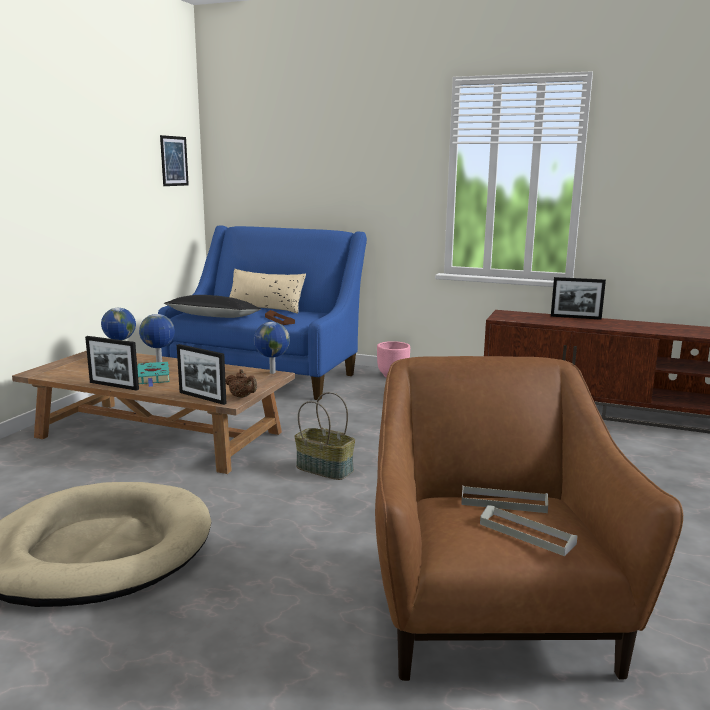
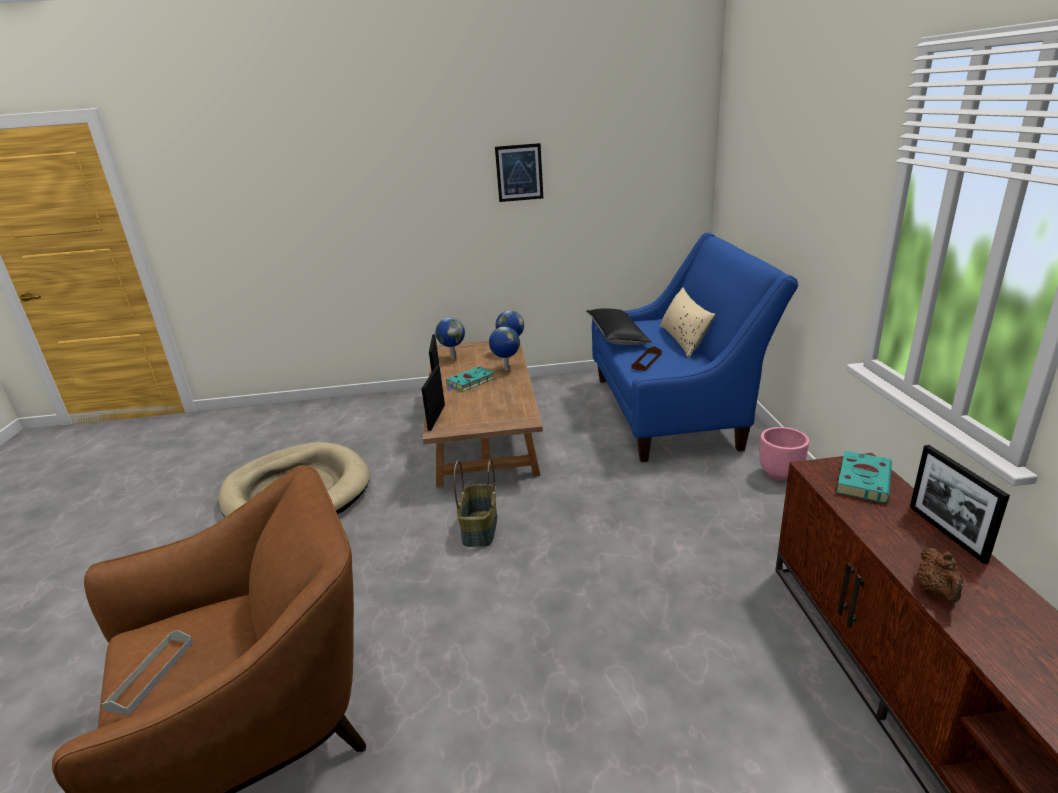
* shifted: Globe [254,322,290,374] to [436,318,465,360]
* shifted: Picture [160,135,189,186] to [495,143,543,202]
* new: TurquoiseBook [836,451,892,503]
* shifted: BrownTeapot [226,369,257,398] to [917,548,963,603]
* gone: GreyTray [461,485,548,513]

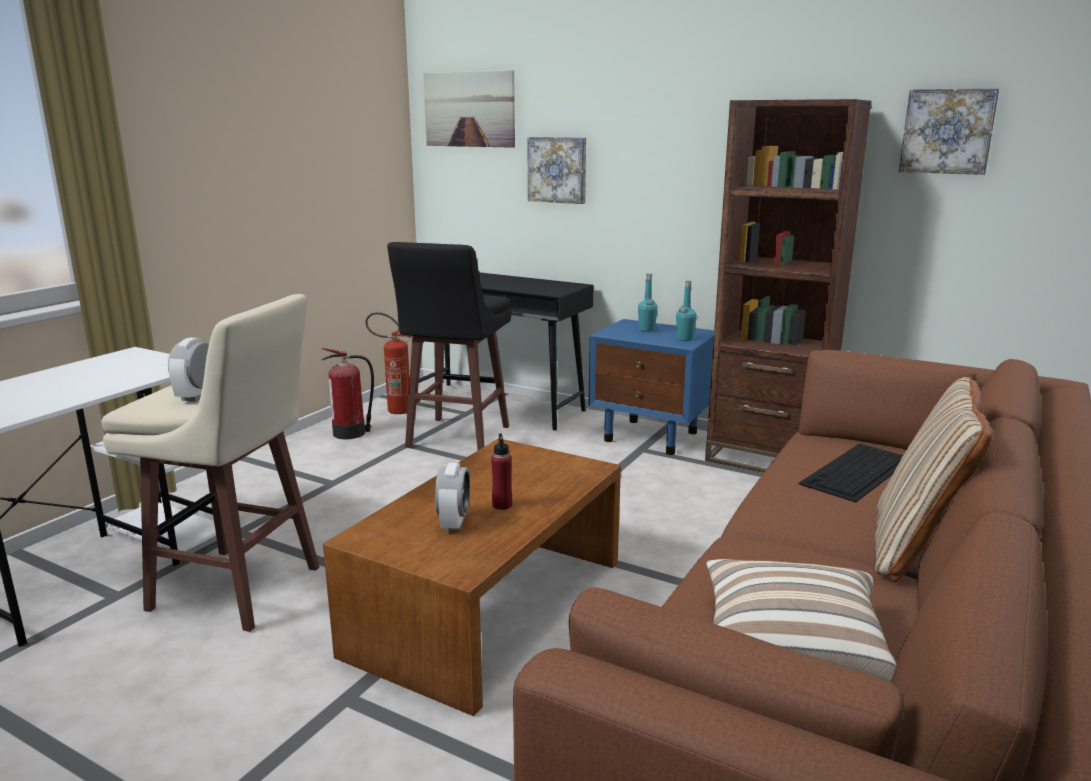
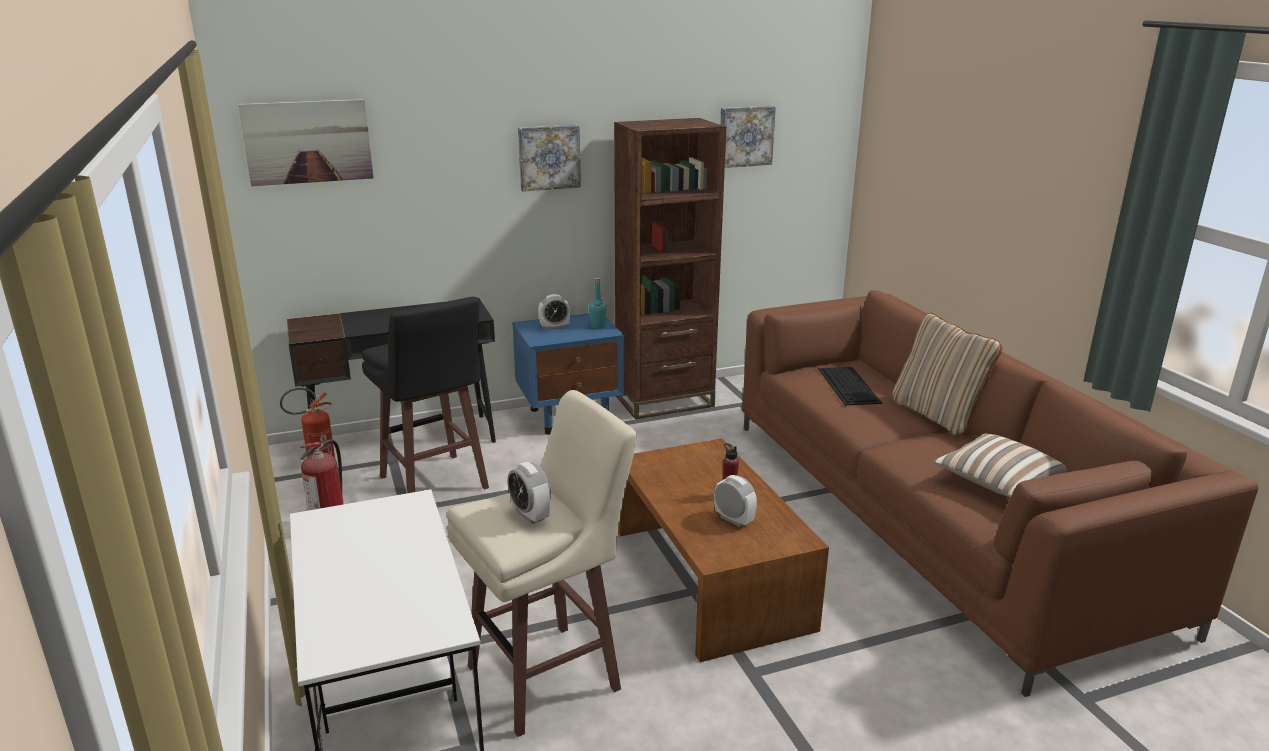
* shifted: Picture [527,137,586,204] to [518,125,581,192]
* swapped: TurquoiseBottle [638,274,658,332] to AlarmClock [538,294,570,330]

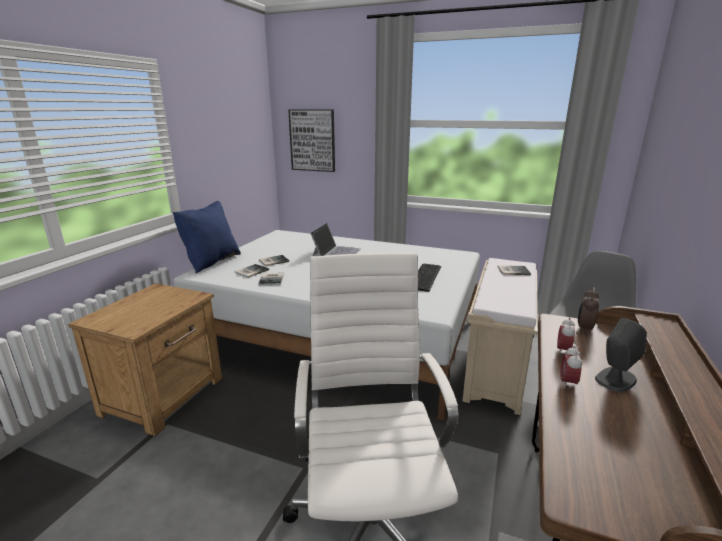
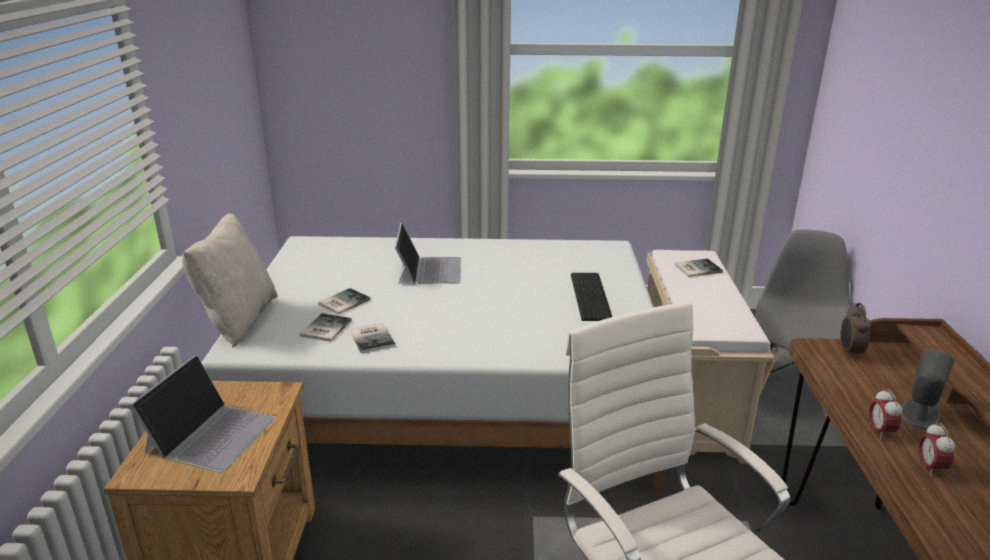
* new: Laptop [130,355,276,472]
* repainted: BluePillow [173,201,241,273] to BeigePillow [182,213,277,348]
* shifted: AlarmClock [557,317,575,355] to [918,423,955,477]
* gone: Picture [288,109,335,172]

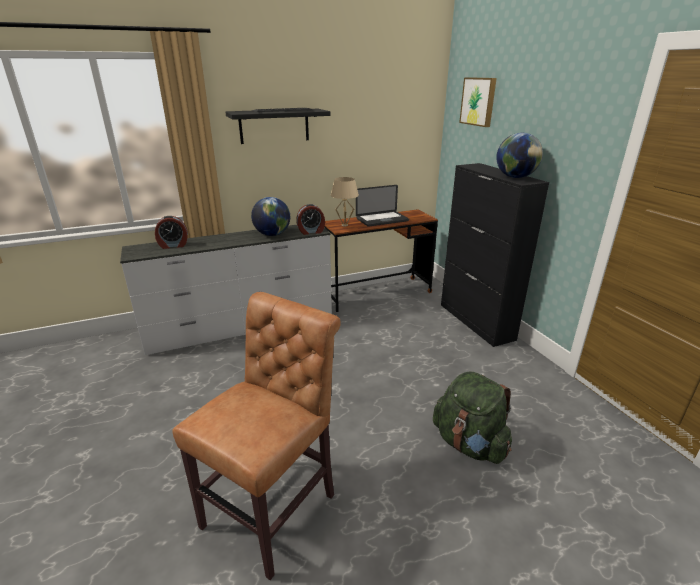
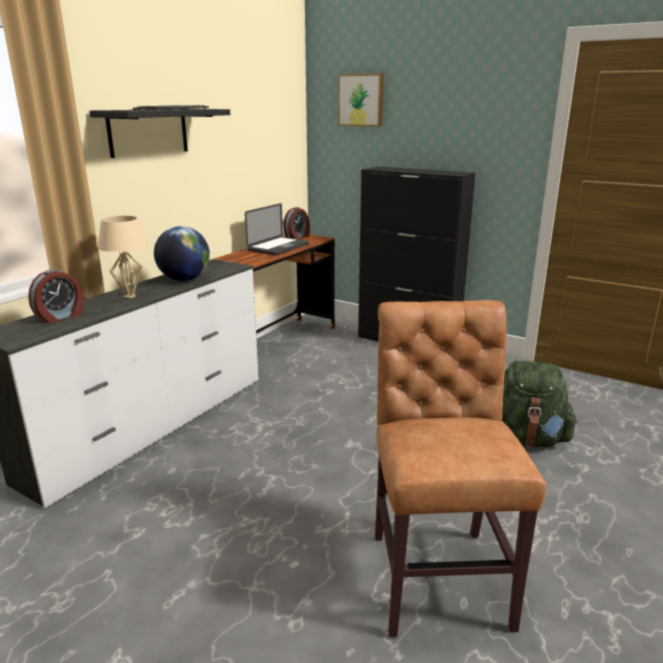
* shifted: BeigeTableLamp [331,177,359,226] to [97,216,148,298]
* shifted: AlarmClock [296,204,325,235] to [283,207,310,239]
* gone: Globe [496,133,543,178]

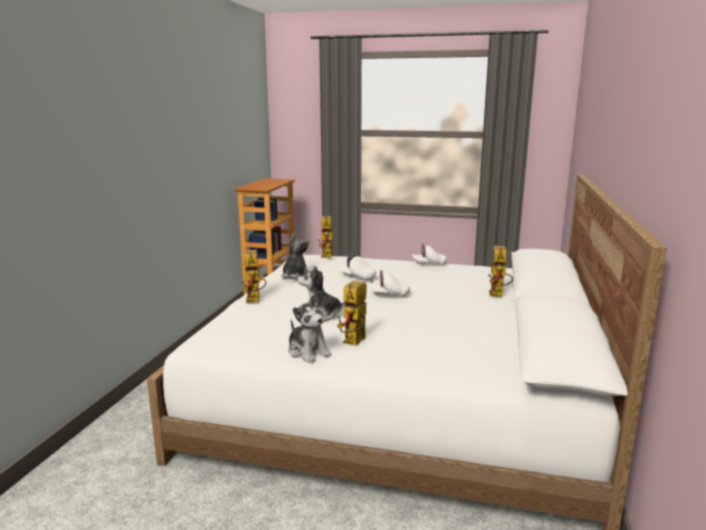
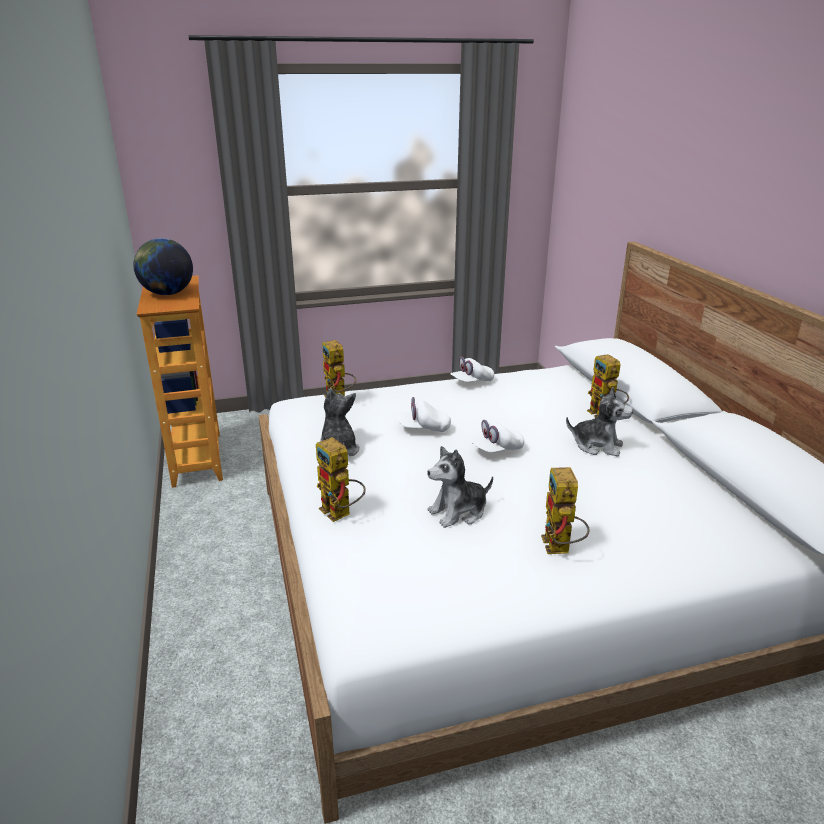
* new: Globe [133,238,193,295]
* shifted: PlushToy [288,295,331,363] to [566,387,633,457]

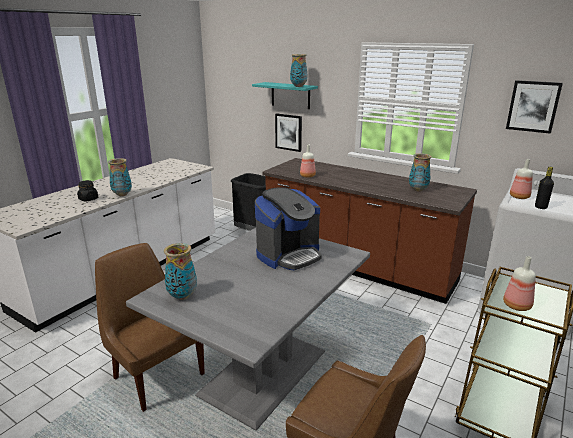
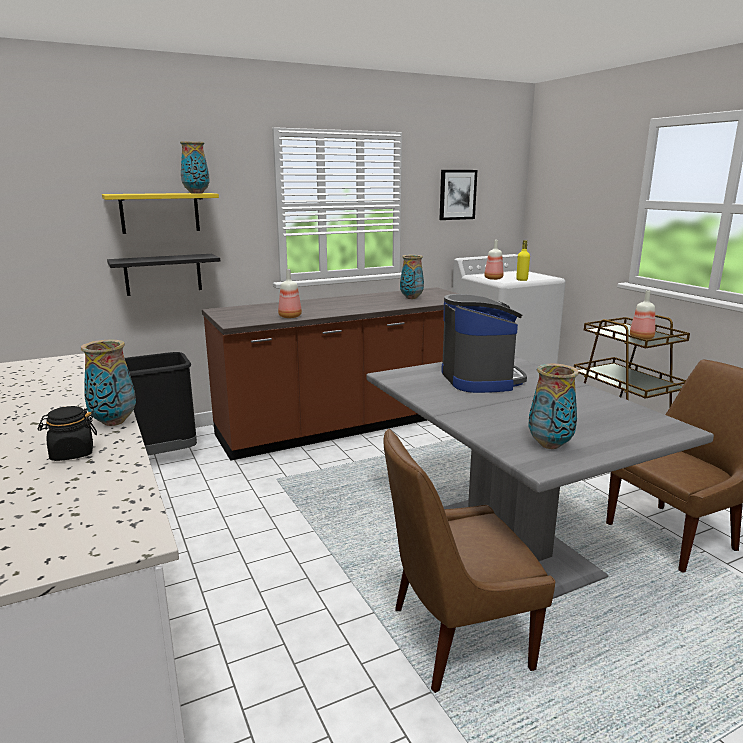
* repainted: TurquoiseShelf [252,82,318,109] to YellowShelf [102,193,219,234]
* swapped: Picture [275,113,302,152] to BlackShelf [107,254,220,296]
* repainted: BlackBottle [535,167,554,209] to YellowBottle [516,240,530,281]

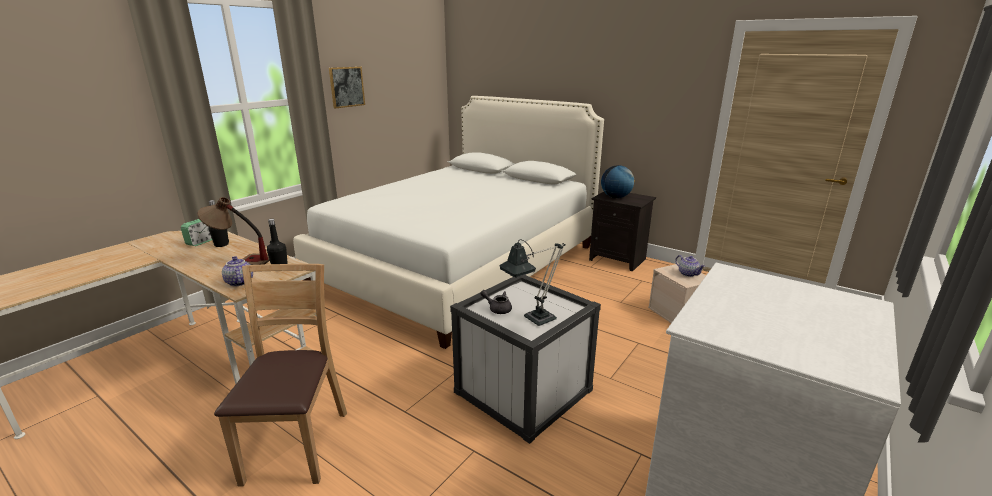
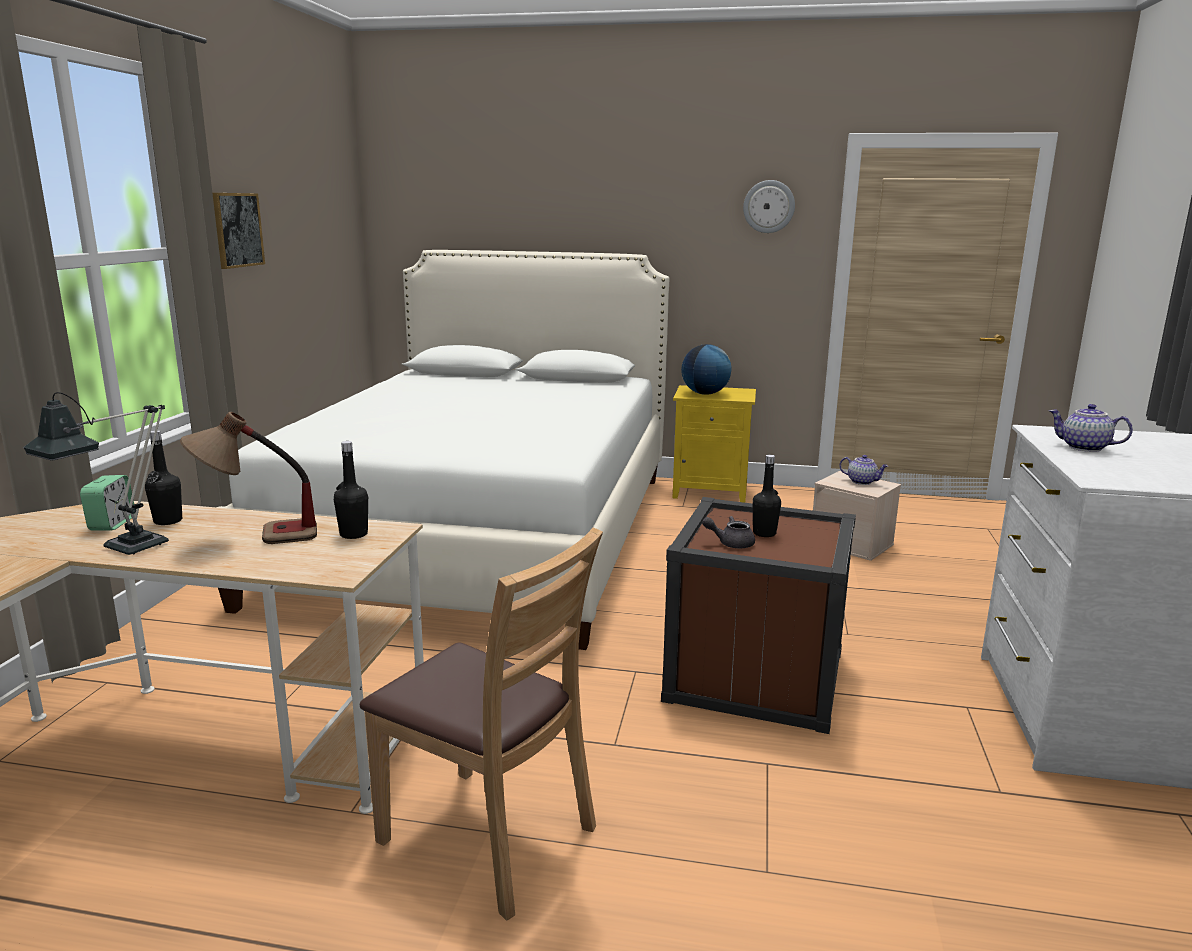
* shifted: TableLamp [499,239,565,326] to [23,392,169,555]
* rotated: BrownChair [214,264,347,487] = [360,527,603,921] 150 degrees clockwise
* repainted: WhiteStorageBox [450,275,601,444] to BrownStorageBox [661,497,856,734]
* repainted: BlackNightstand [589,192,656,272] to YellowNightstand [672,385,756,503]
* new: WallClock [743,180,795,233]
* new: BlackBottle [752,455,781,537]
* shifted: Teapot [222,256,253,287] to [1049,404,1133,452]

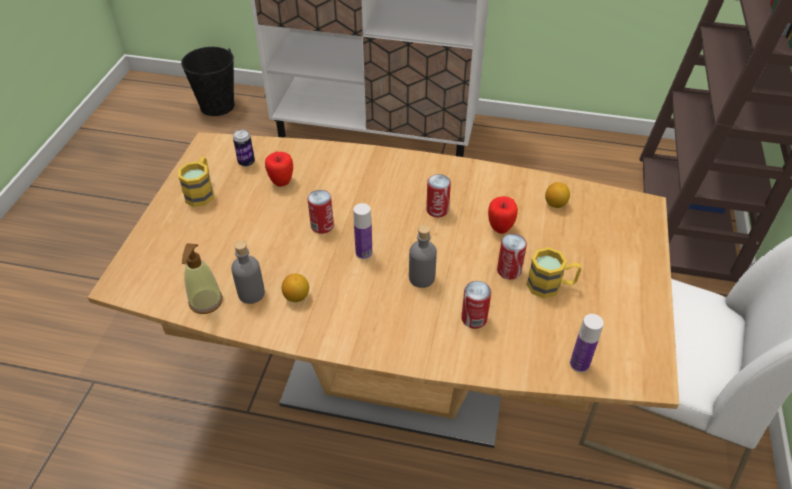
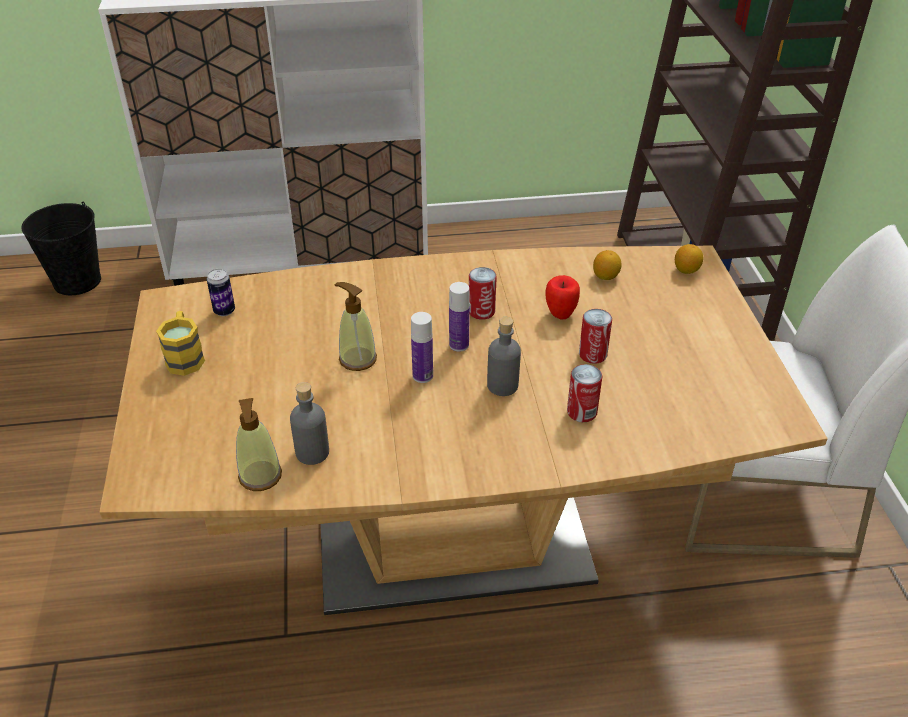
* swapped: Can [307,190,334,234] to SoapDispenser [334,282,377,371]
* shifted: Bottle [570,314,604,372] to [449,282,470,352]
* shifted: Lemon [282,274,309,302] to [675,244,703,274]
* gone: Apple [265,152,293,187]
* gone: YellowMug [526,247,581,298]

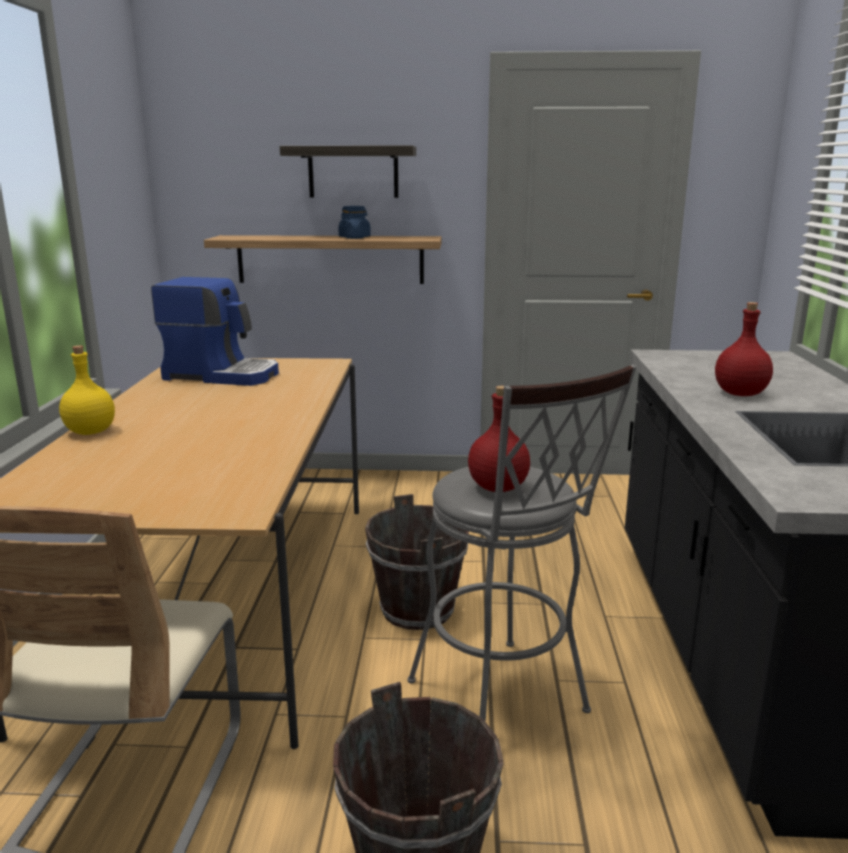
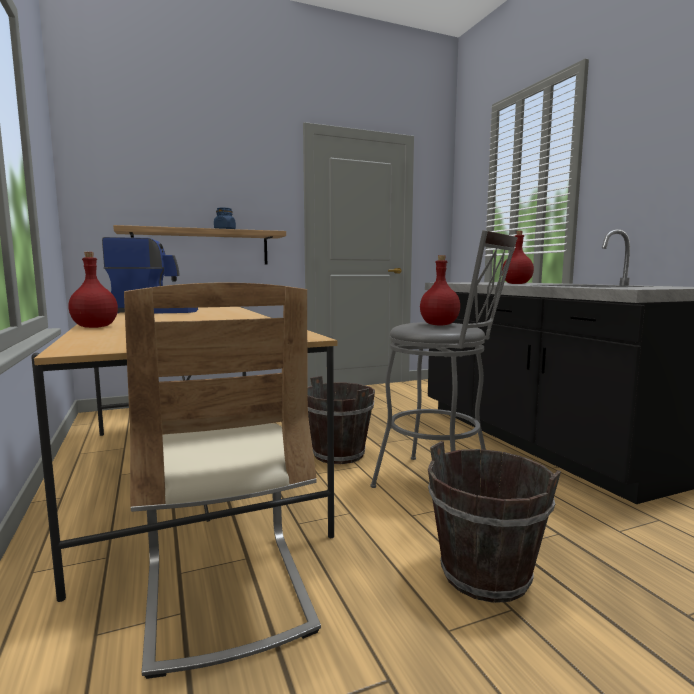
* repainted: YellowBottle [59,345,115,435] to RedBottle [68,252,118,328]
* gone: Shelf [280,146,416,198]

